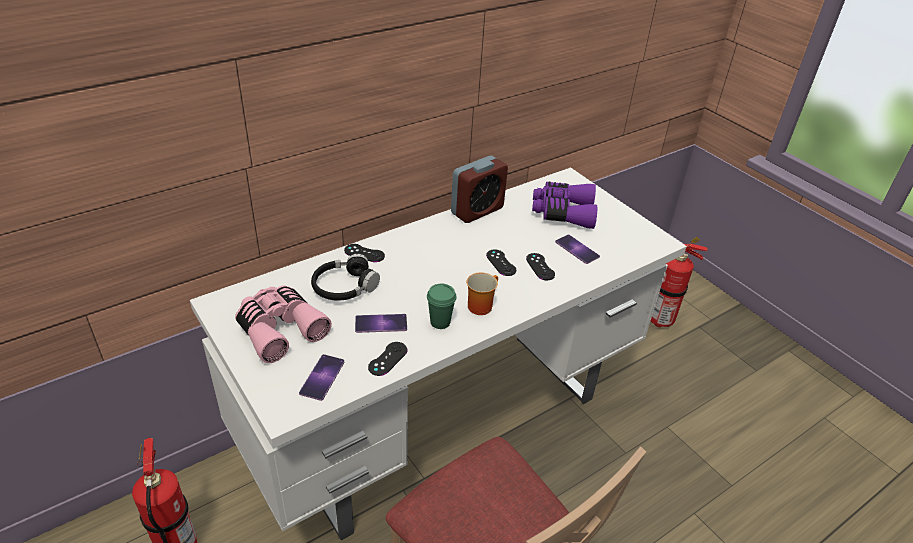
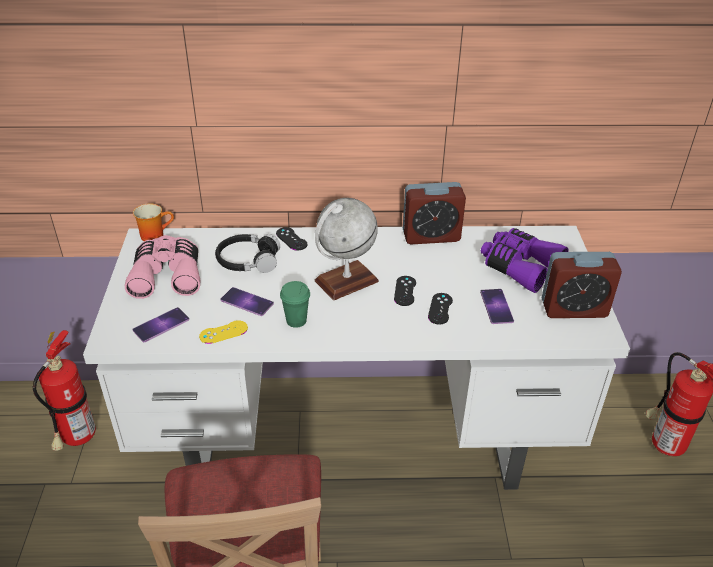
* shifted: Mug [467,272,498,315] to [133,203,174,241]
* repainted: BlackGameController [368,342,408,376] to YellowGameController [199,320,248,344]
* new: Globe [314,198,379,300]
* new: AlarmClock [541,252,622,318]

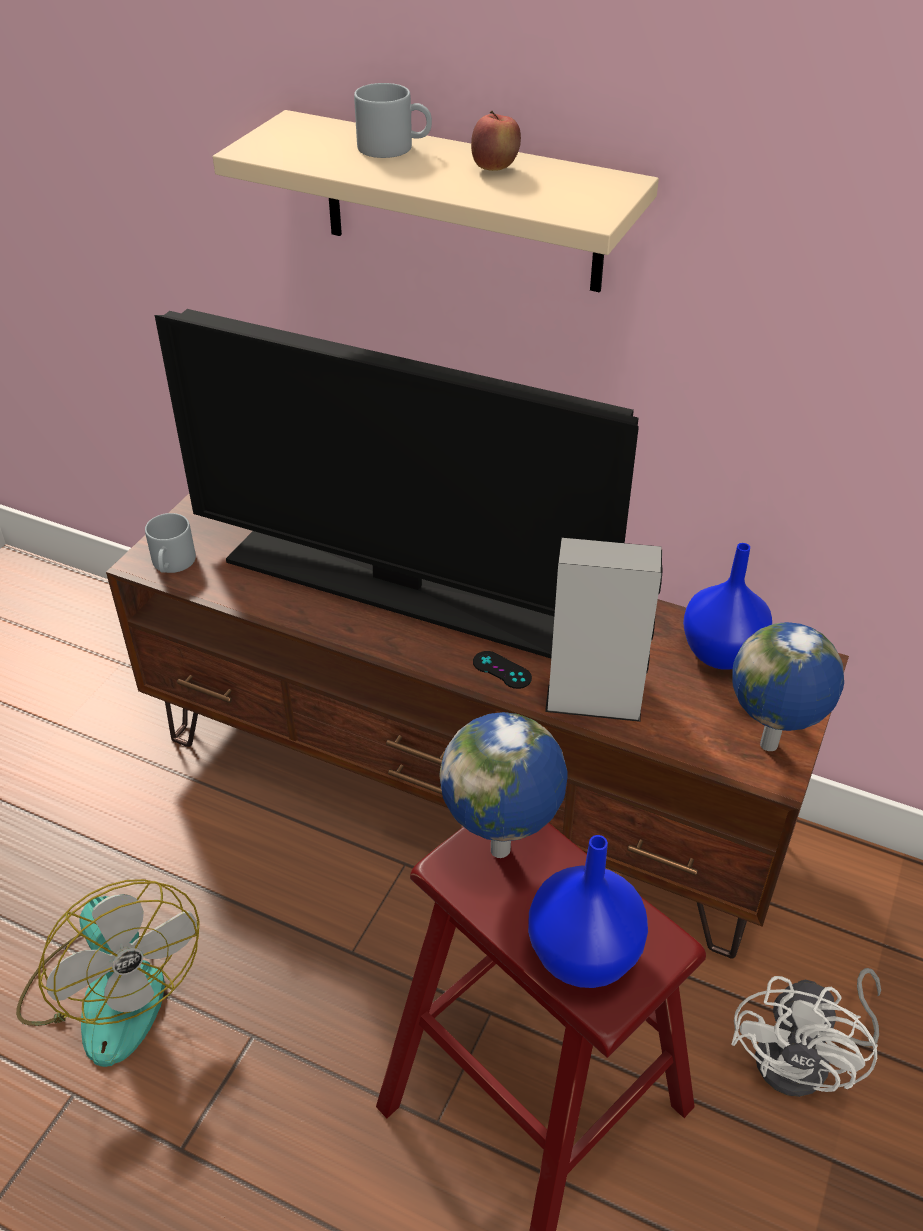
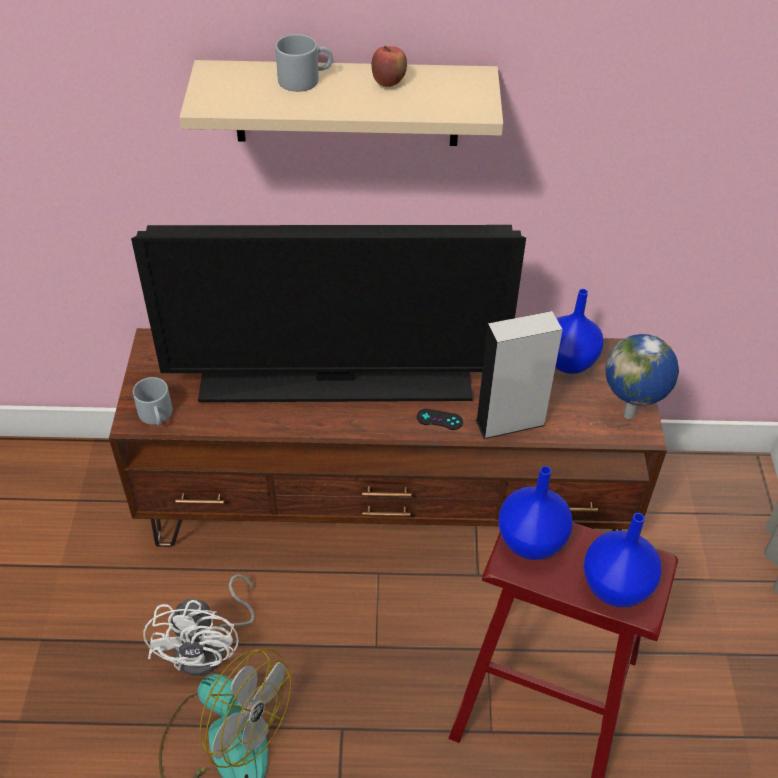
* shifted: WhiteFan [731,968,881,1097] to [143,574,255,676]
* swapped: Globe [439,712,568,858] to BlueVase [498,466,573,560]

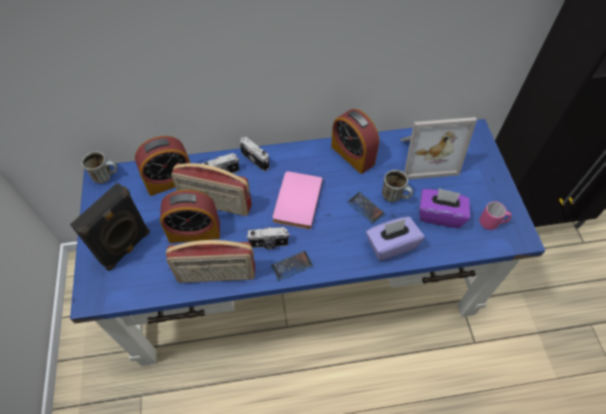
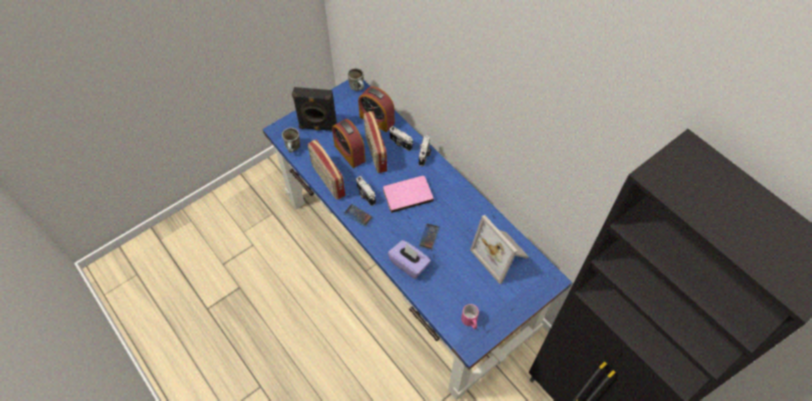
* shifted: Mug [382,170,413,202] to [282,128,300,153]
* gone: AlarmClock [331,109,379,174]
* gone: PurpleTissueBox [419,188,470,228]

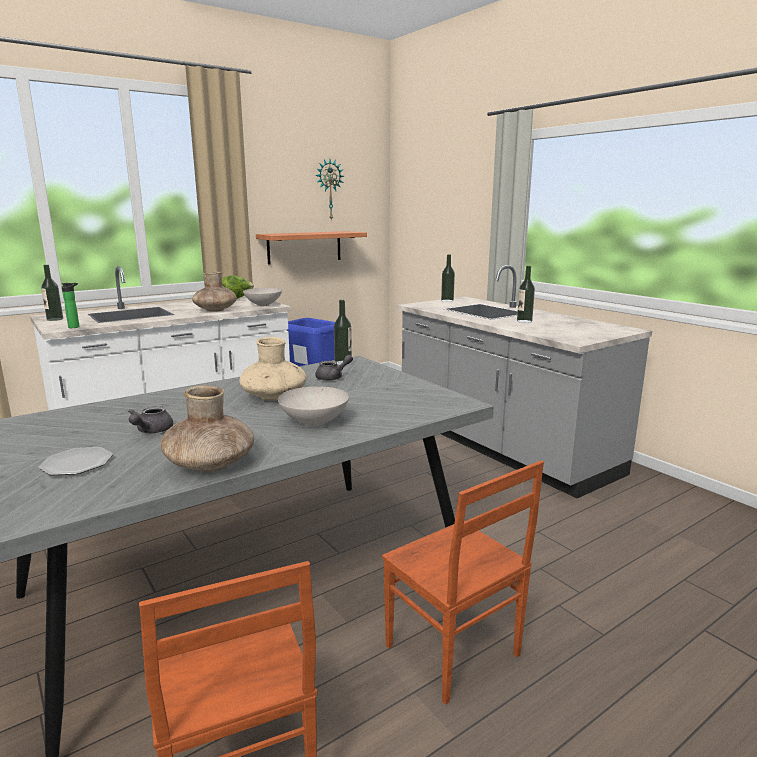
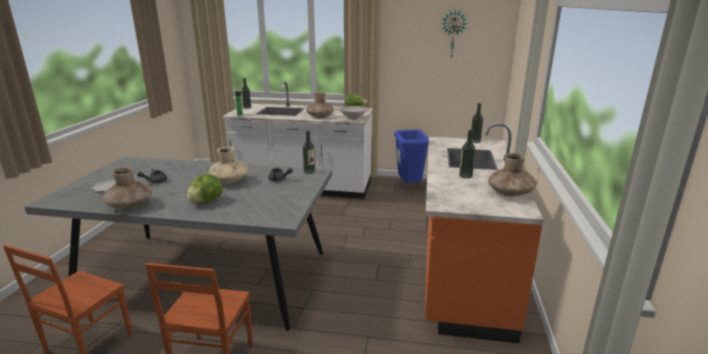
* swapped: WhiteBowl [278,387,349,426] to Lettuce [187,174,223,204]
* repainted: GreyCounter [397,265,652,498] to OrangeCounter [425,123,544,344]
* new: BrownVase [488,153,536,197]
* gone: Shelf [256,231,367,265]

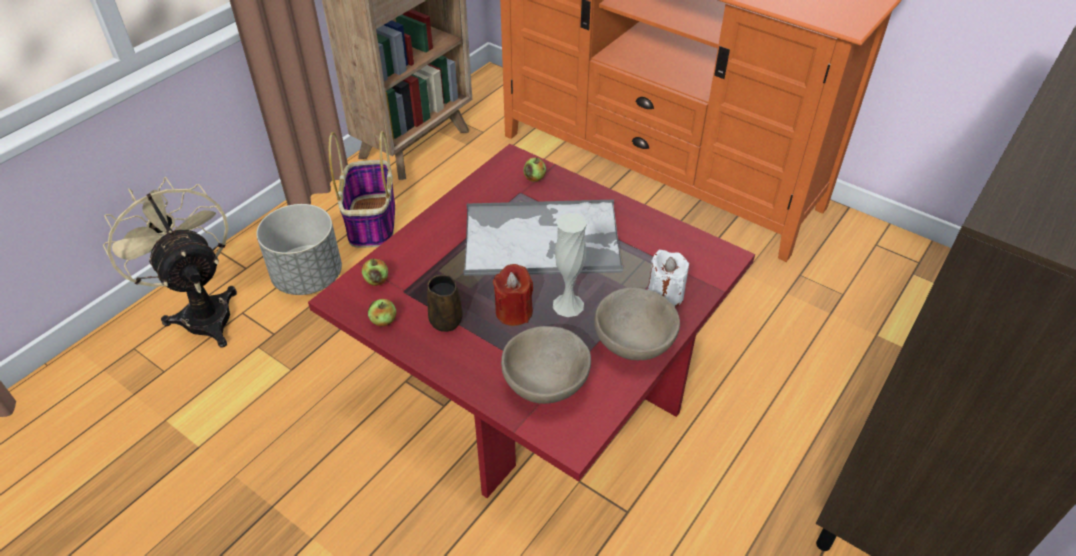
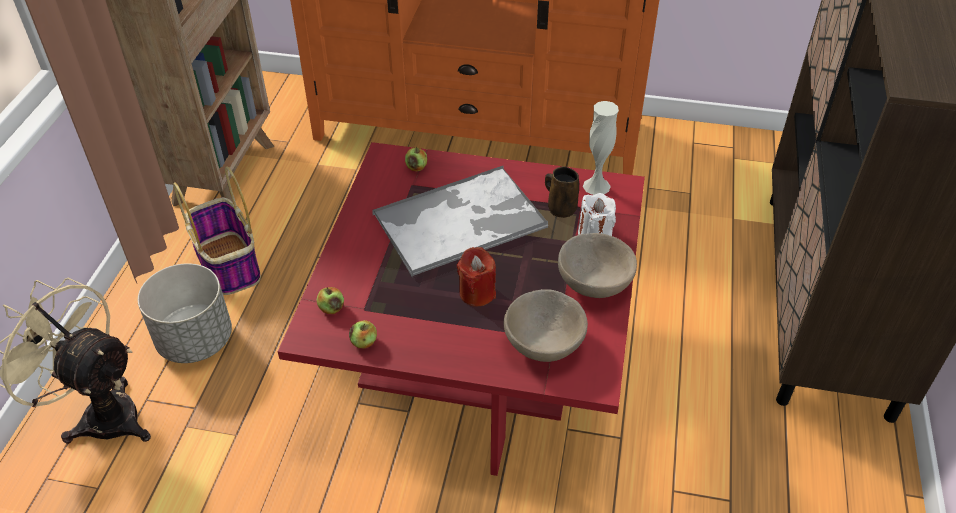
* shifted: BrownMug [427,275,463,332] to [545,166,579,218]
* shifted: WhiteVase [553,213,587,317] to [583,101,619,195]

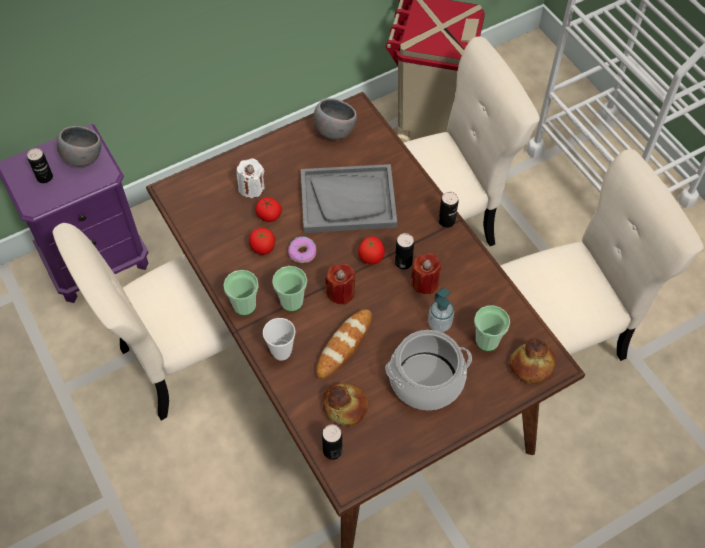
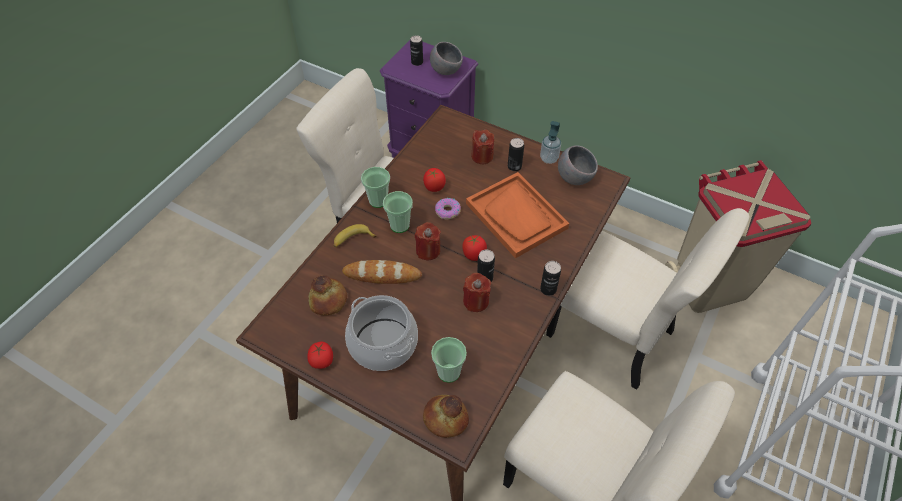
* shifted: Tomato [255,197,282,222] to [308,342,333,369]
* swapped: Cup [263,318,295,360] to Banana [334,224,376,247]
* repainted: GreyTray [301,164,397,233] to OrangeTray [466,172,569,258]
* repainted: WhiteCandle [237,158,265,198] to RedCandle [471,130,494,164]
* shifted: Can [322,425,343,460] to [508,138,524,171]
* shifted: SoapDispenser [428,288,454,332] to [540,121,561,164]

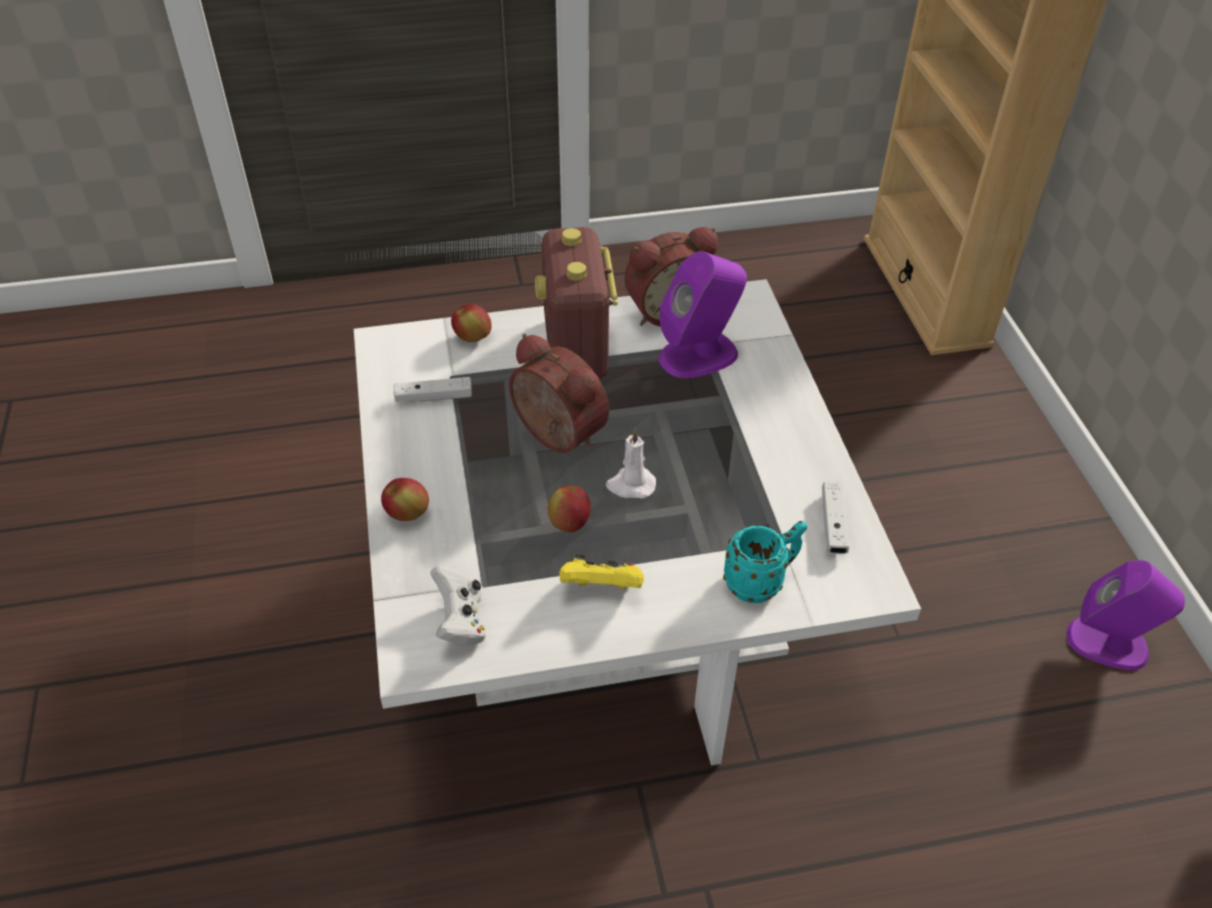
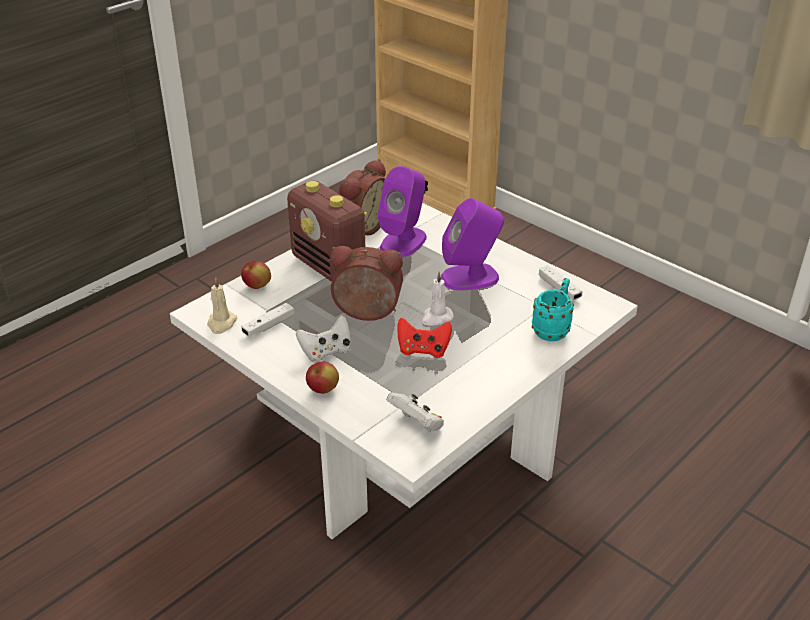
* new: BeigeCandle [207,277,237,334]
* new: WhiteGameController [296,315,351,363]
* swapped: Apple [548,486,591,532] to RedGameController [397,317,452,358]
* shifted: PurpleSpeaker [1067,560,1185,670] to [441,198,504,290]
* gone: YellowGameController [559,554,644,589]

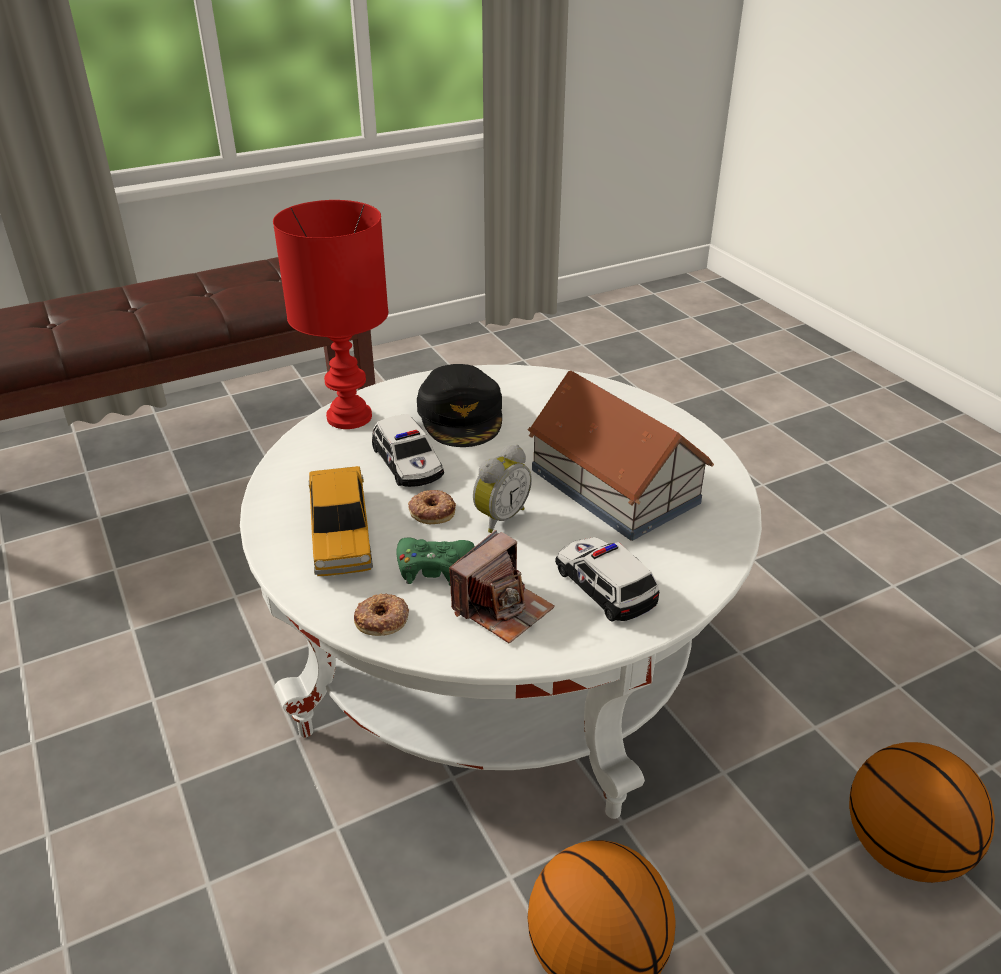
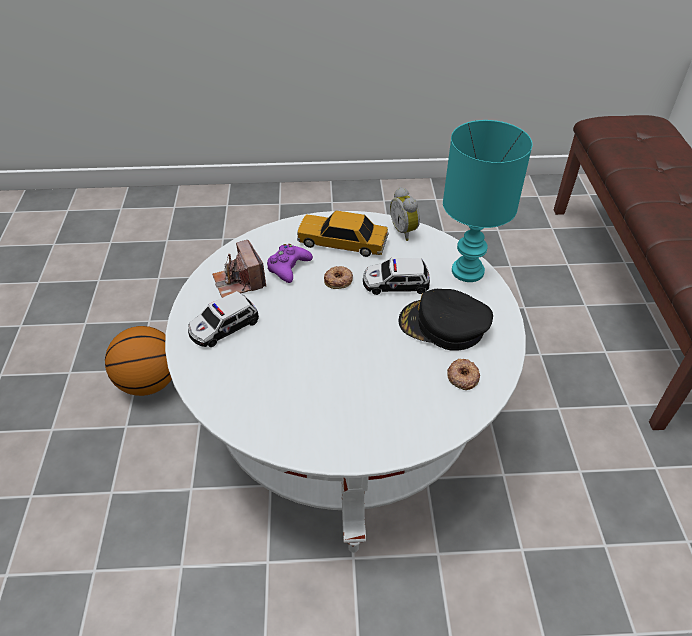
* rotated: ToyCar [555,537,659,622] = [188,291,259,347] 150 degrees clockwise
* repainted: GreenGameController [396,537,475,586] to PurpleGameController [267,244,313,283]
* shifted: AlarmClock [473,445,532,533] to [390,187,420,241]
* repainted: RedTableLamp [273,200,388,429] to TurquoiseTableLamp [443,120,533,282]
* shifted: Donut [354,594,409,636] to [447,359,480,390]
* gone: ToyHouse [527,371,714,541]
* gone: Basketball [849,742,995,883]

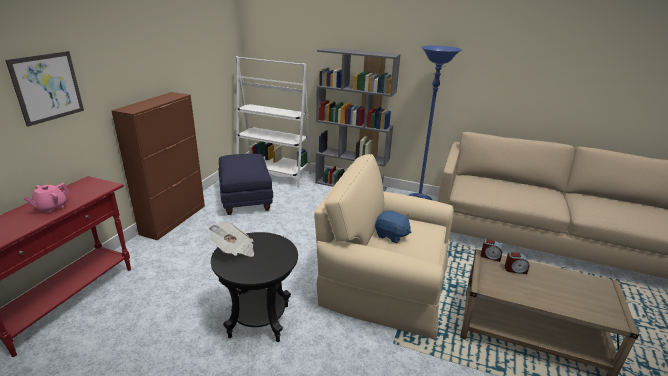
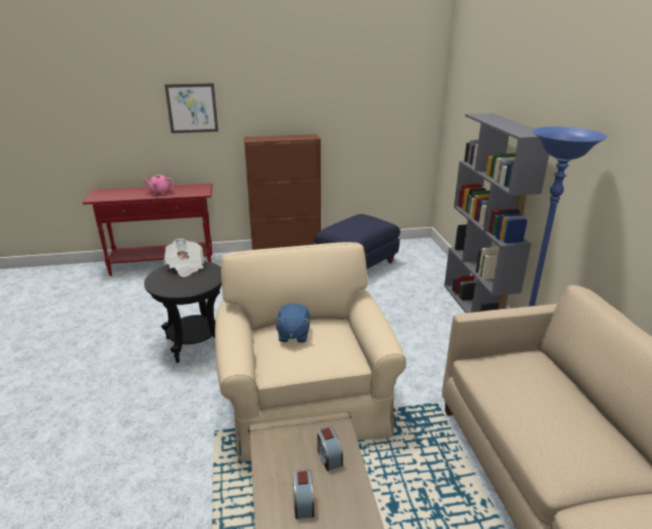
* shifted: AlarmClock [480,238,503,262] to [293,469,314,519]
* gone: WhiteBookcase [236,56,311,188]

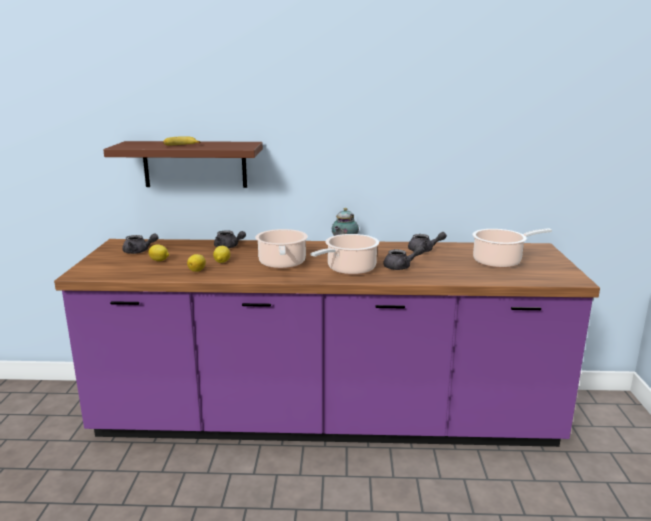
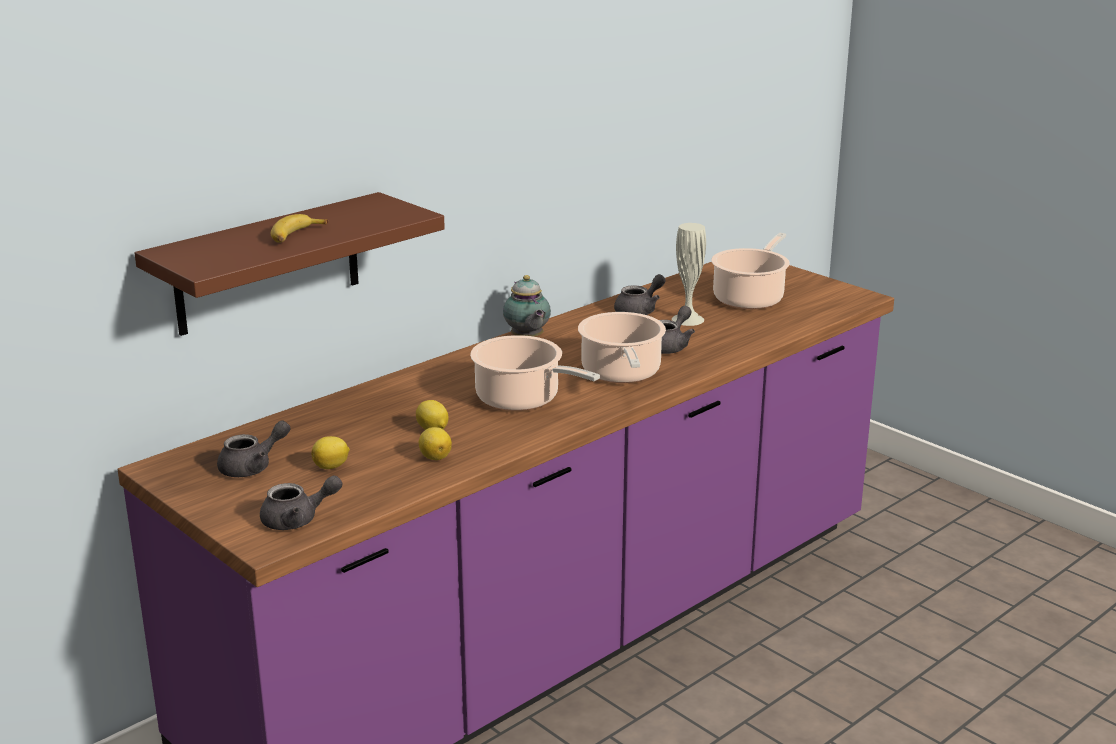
* shifted: GreyTeapot [214,230,246,248] to [260,475,343,530]
* new: WhiteVase [672,223,706,326]

